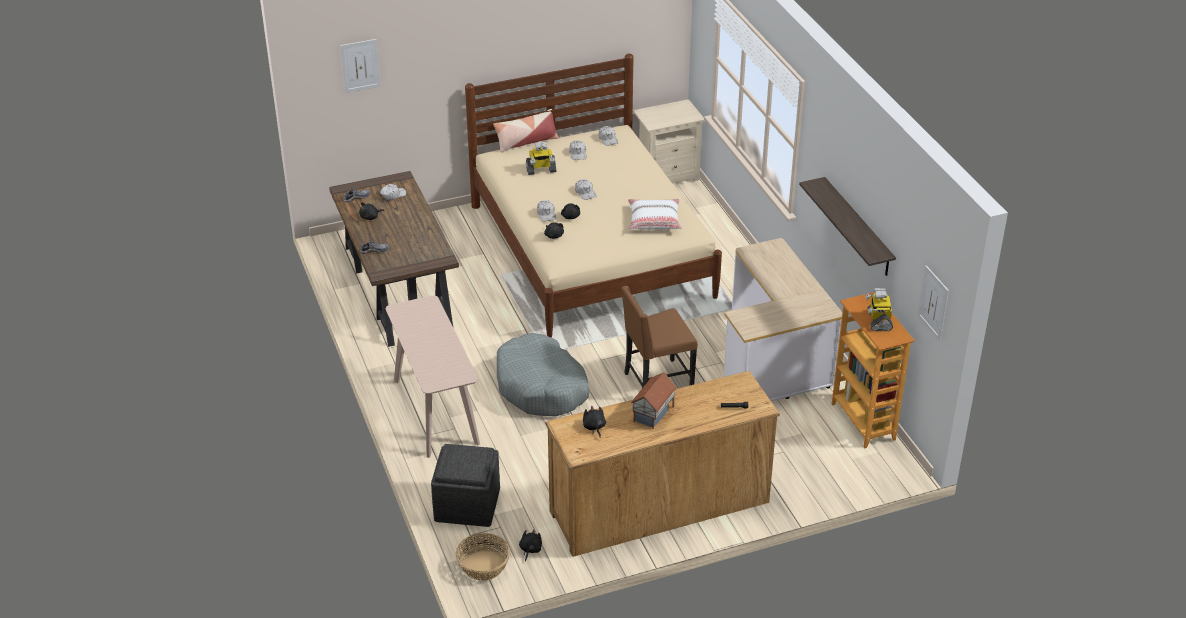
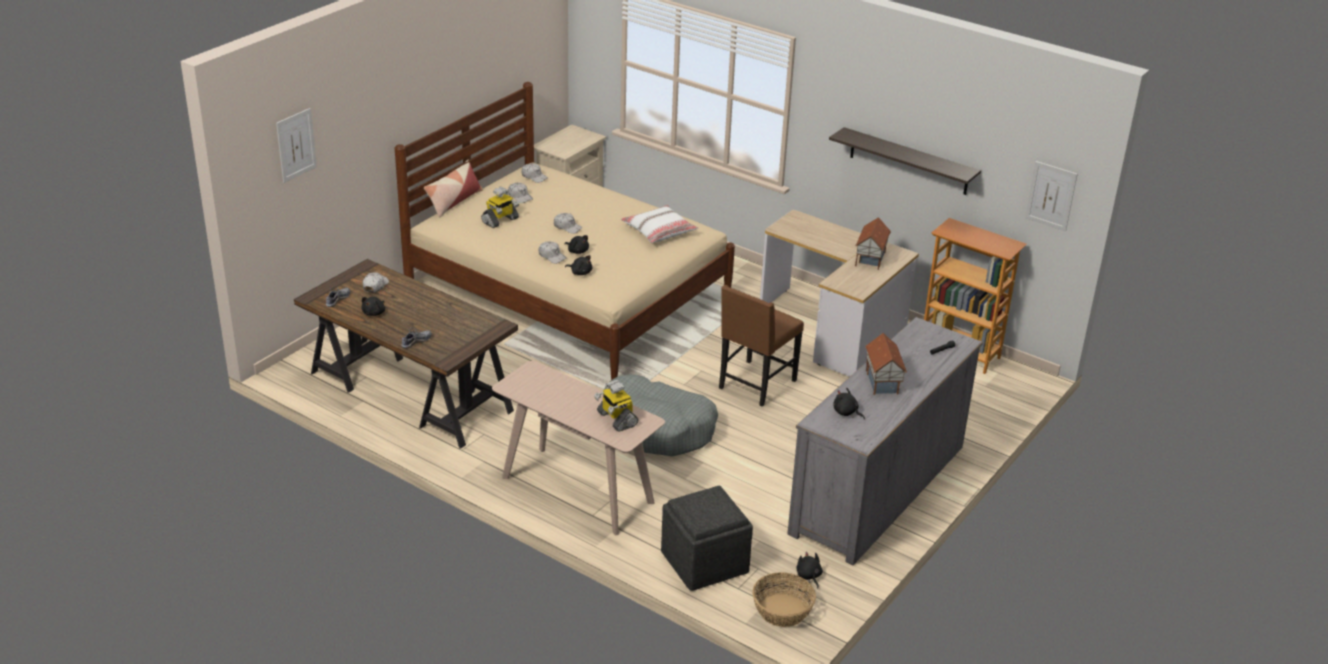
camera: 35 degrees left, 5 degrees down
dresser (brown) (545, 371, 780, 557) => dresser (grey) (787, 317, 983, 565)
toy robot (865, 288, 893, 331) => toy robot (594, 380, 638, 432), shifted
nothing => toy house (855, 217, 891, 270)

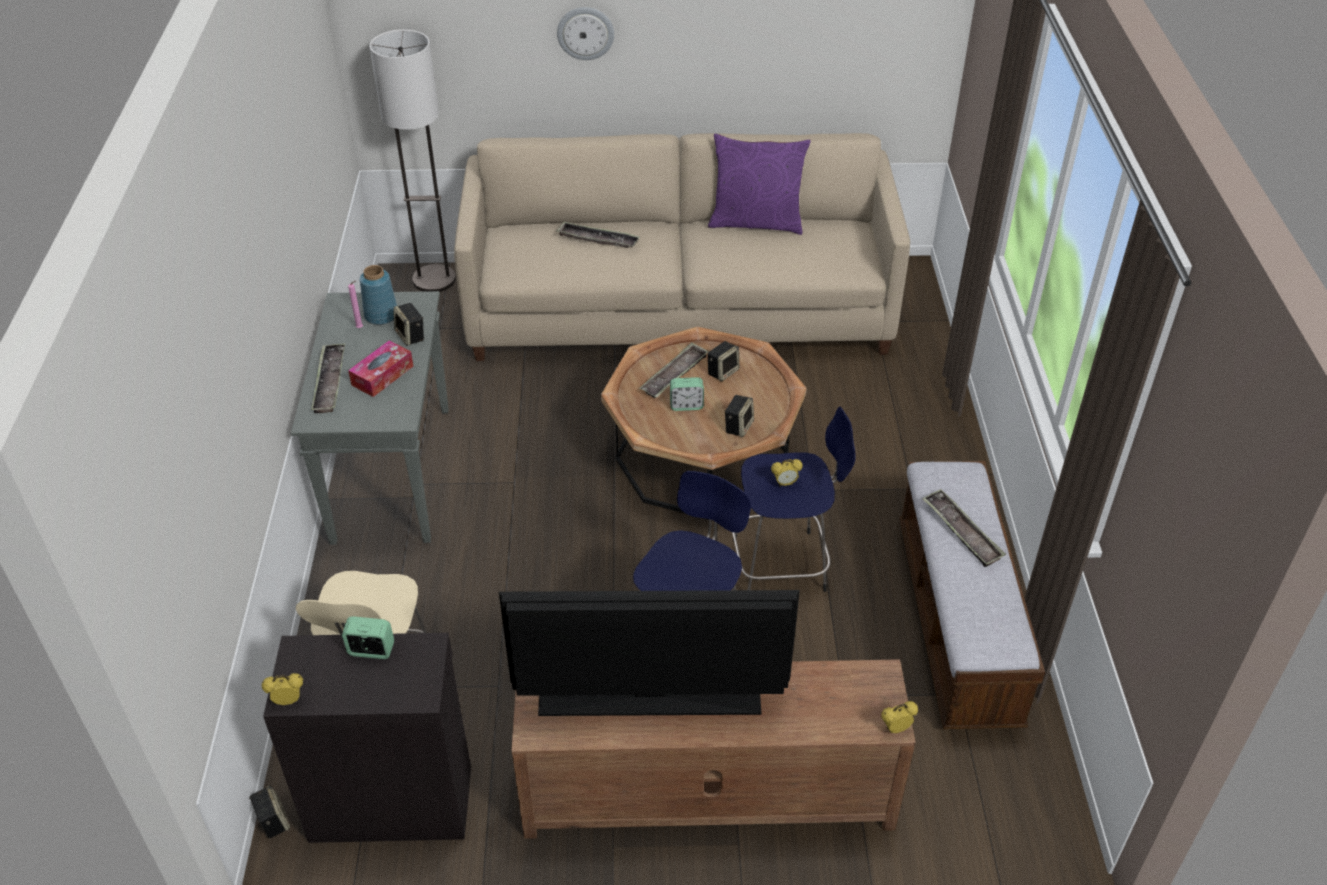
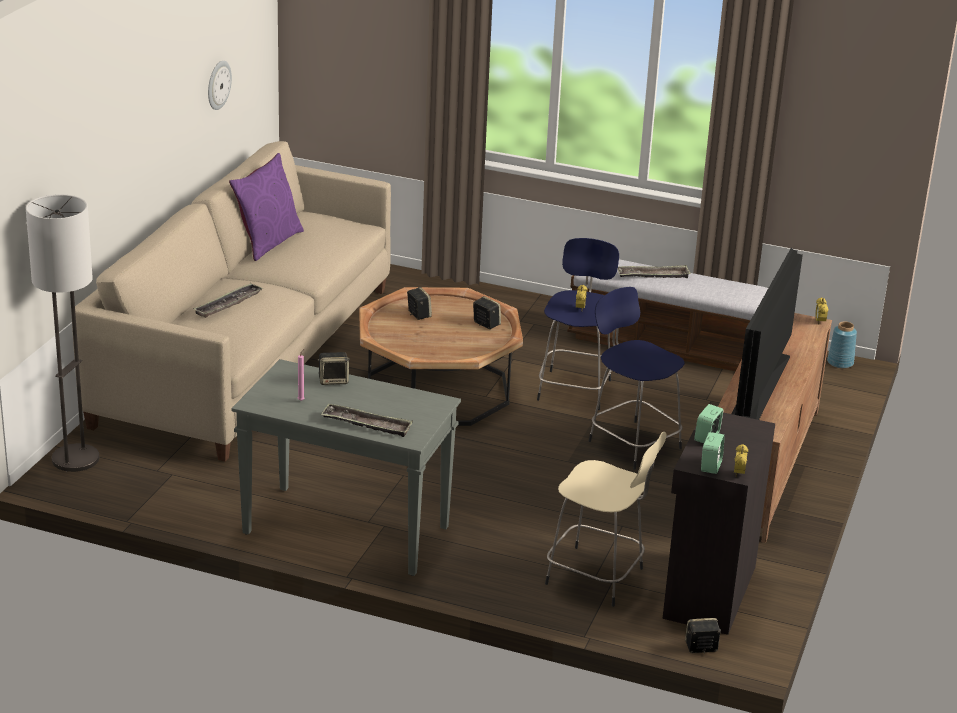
camera: 70 degrees left, 15 degrees down
tissue box (348, 340, 413, 397) => nothing
vase (blue) (360, 265, 397, 325) => vase (blue) (827, 321, 857, 369), shifted
wall clock (557, 7, 614, 60) => wall clock (208, 61, 232, 110), shifted
tray (640, 342, 708, 398) => nothing
alarm clock (670, 377, 704, 411) => alarm clock (701, 432, 725, 474), shifted

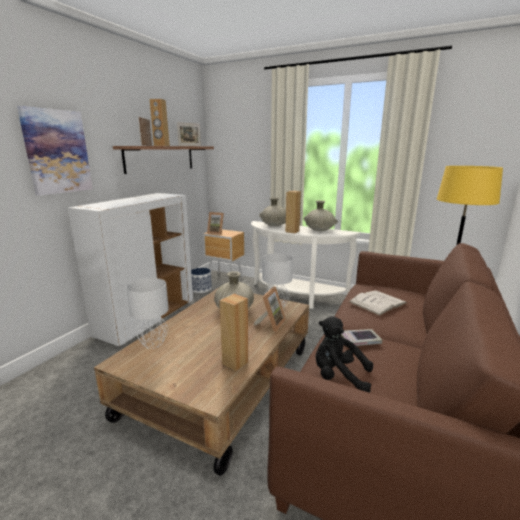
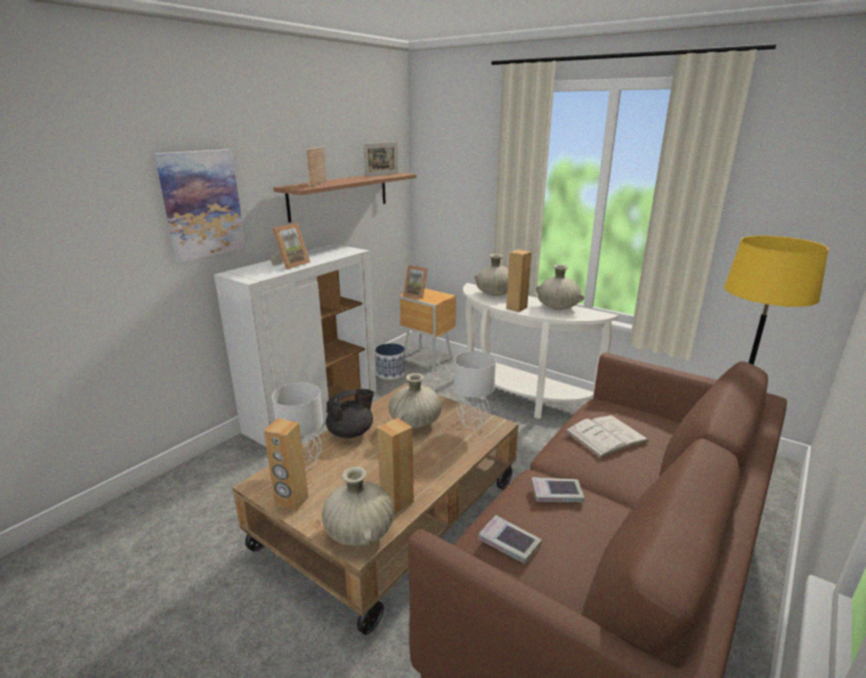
camera: 10 degrees right, 5 degrees up
speaker (brown) (150, 99, 170, 146) => speaker (brown) (264, 418, 309, 511), shifted
picture frame (254, 286, 286, 332) => picture frame (271, 223, 310, 269), shifted
plush toy (black) (315, 316, 373, 393) => book (478, 515, 542, 564)
nothing => vase (beige) (322, 467, 394, 546)
nothing => teapot (black) (326, 389, 374, 438)

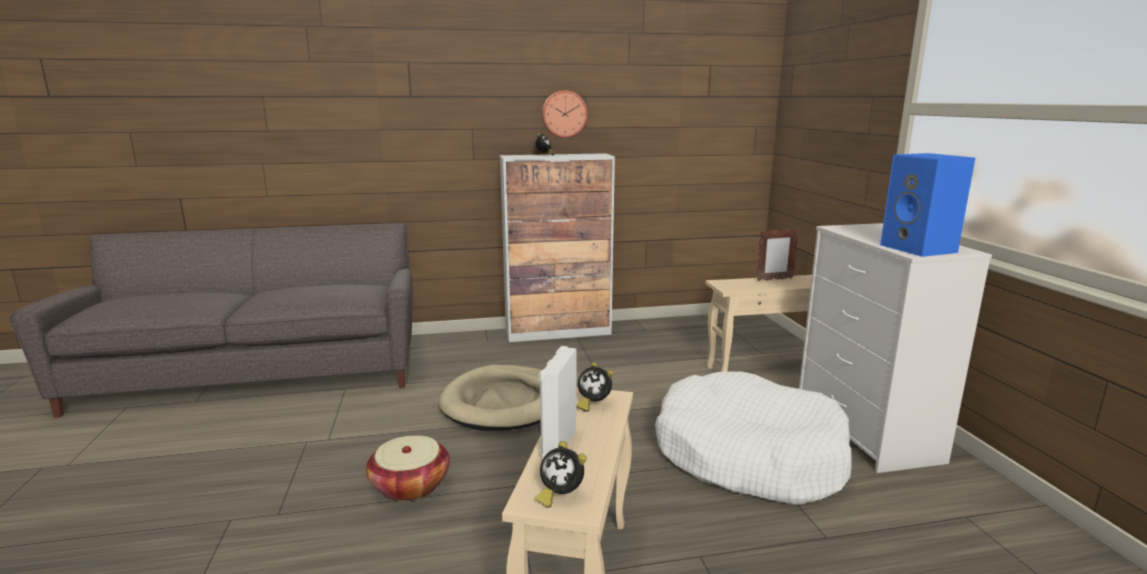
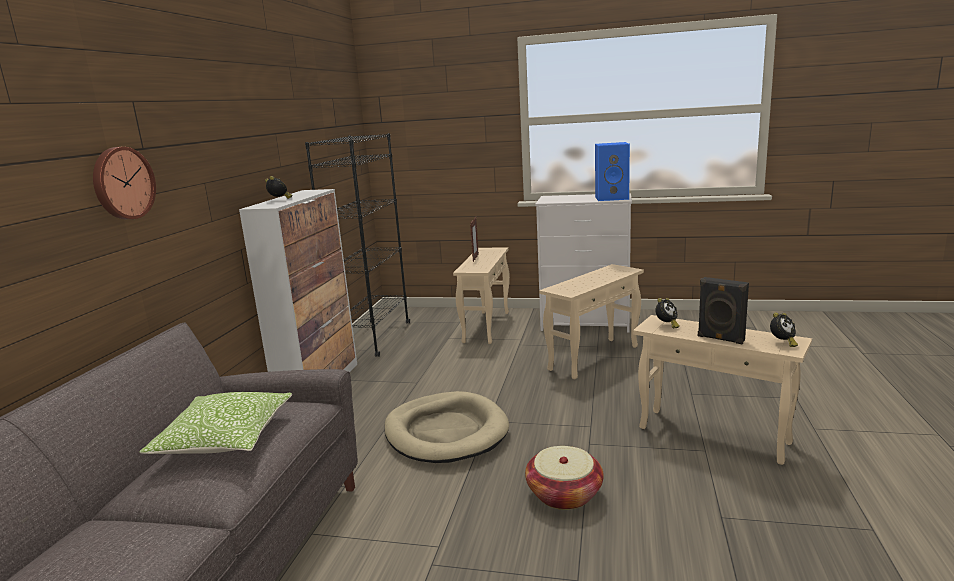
camera: 65 degrees left, 0 degrees up
speaker (white) (539, 346, 576, 460) => speaker (black) (698, 277, 749, 344)
wall clock (542, 90, 588, 138) => wall clock (93, 147, 156, 219), shifted
dog bed (white) (655, 371, 851, 505) => side table (beige) (539, 264, 644, 380)
nothing => pillow (139, 392, 292, 454)
nothing => bookcase (black) (305, 133, 410, 357)

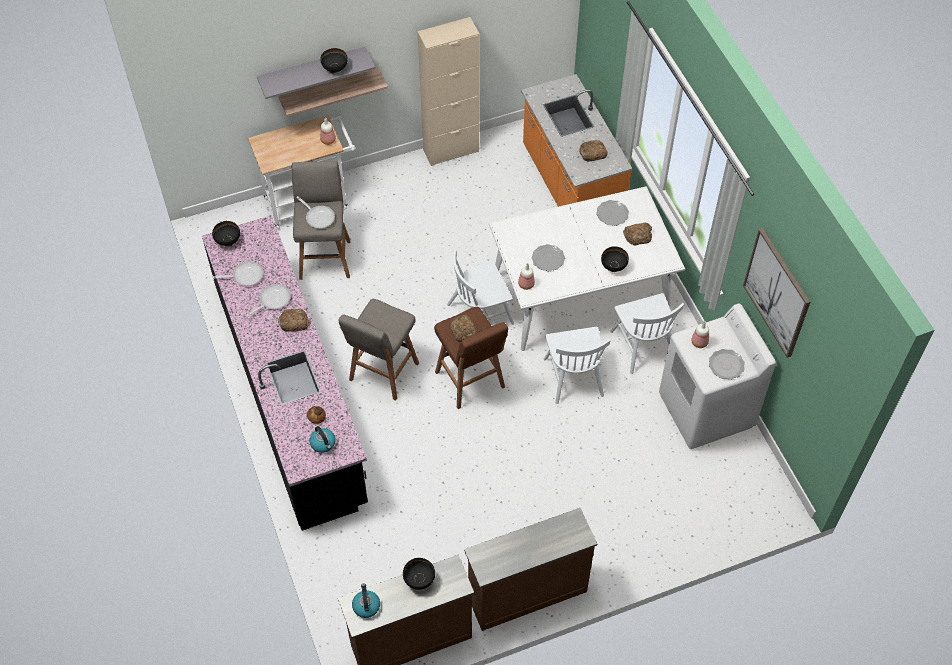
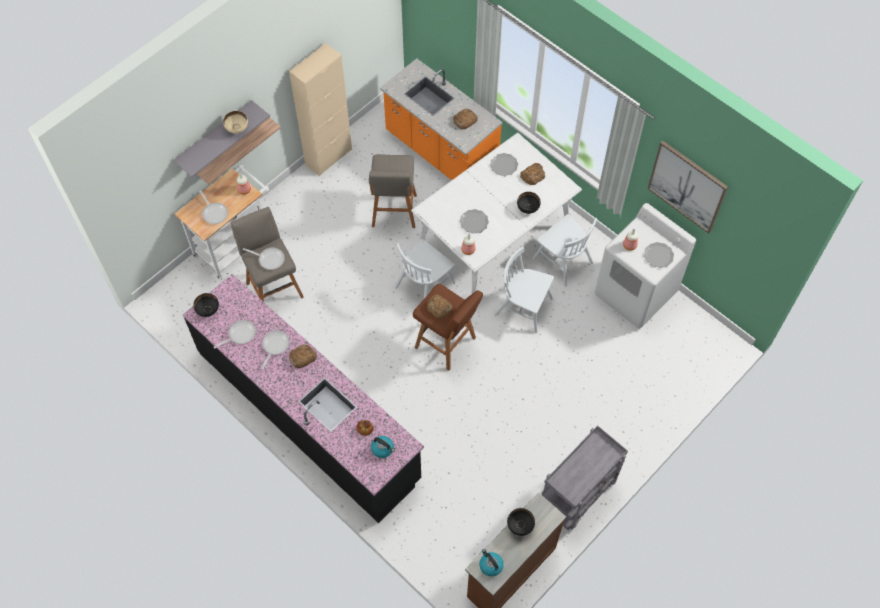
camera: 25 degrees left, 5 degrees up
bowl (black) (320, 48, 348, 74) => bowl (beige) (223, 111, 248, 134)
stool (grey) (339, 299, 419, 401) => stool (grey) (369, 154, 417, 228), shifted
dresser (brown) (464, 508, 597, 631) => cart (grey) (542, 425, 628, 530)
chair (white) (544, 327, 610, 404) => chair (white) (494, 247, 554, 333), 150 degrees clockwise
nothing => frying pan (199, 191, 228, 224)

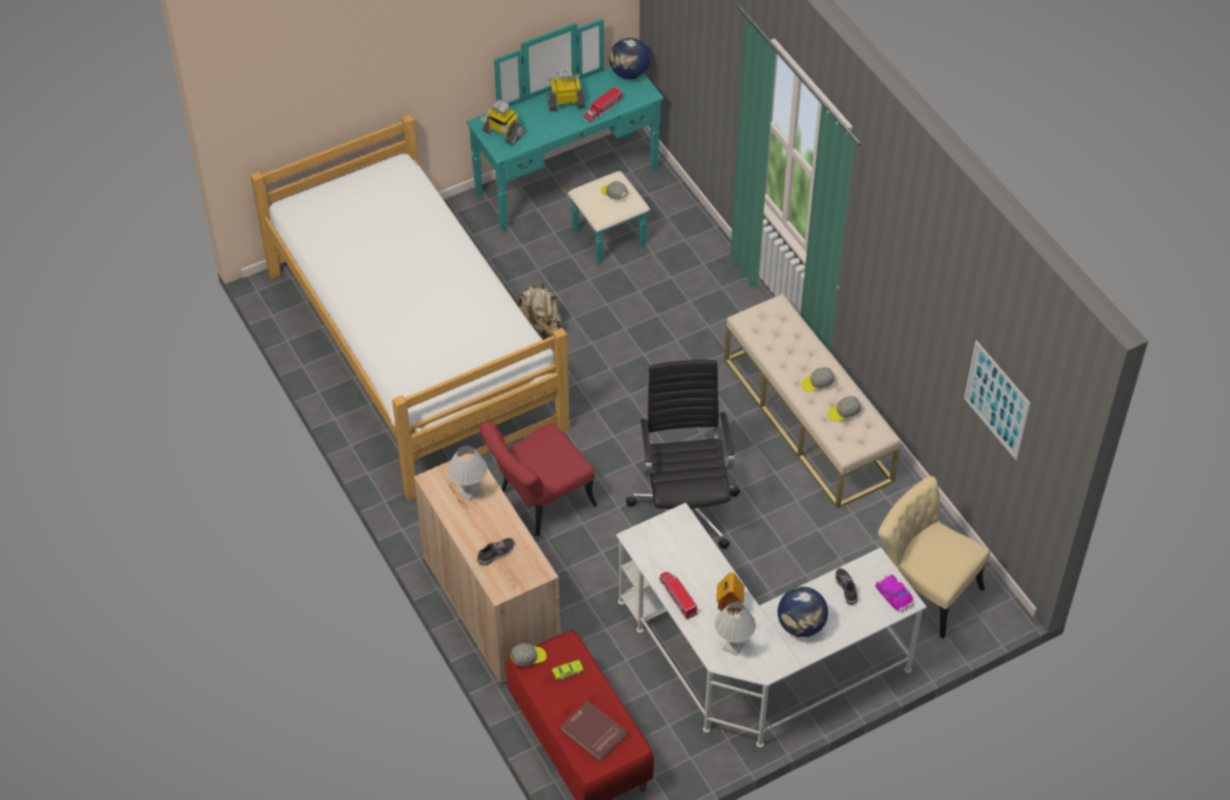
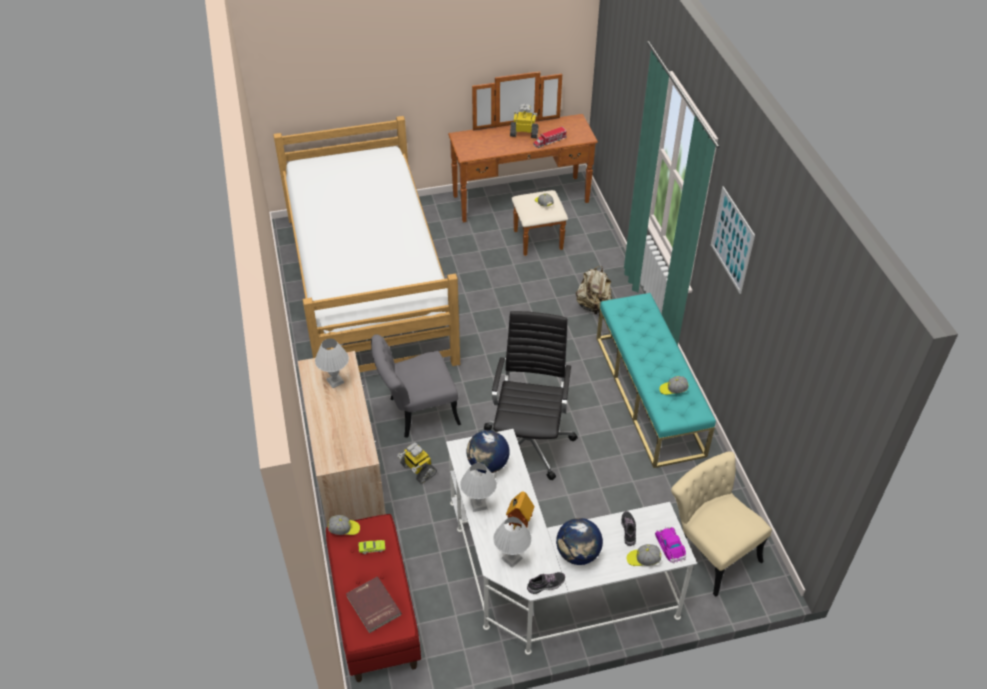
camera: 15 degrees right, 5 degrees down
dresser (turquoise) (467, 18, 663, 265) => dresser (brown) (448, 71, 598, 256)
shoe (477, 538, 514, 565) => shoe (527, 572, 565, 594), shifted
chair (red) (479, 421, 598, 536) => chair (grey) (371, 334, 461, 438)
toy robot (481, 100, 525, 145) => toy robot (397, 442, 437, 484), shifted
backpack (beige) (517, 282, 562, 340) => backpack (beige) (576, 266, 613, 314), shifted
globe (609, 38, 650, 80) => globe (467, 430, 510, 473), shifted
toy truck (659, 572, 697, 620) => table lamp (white) (460, 463, 497, 512)
bench (beige) (724, 294, 901, 509) => bench (turquoise) (597, 293, 716, 468)
cap (801, 367, 835, 392) => cap (627, 544, 661, 566), shifted
picture (964, 340, 1031, 461) => picture (711, 186, 755, 294), shifted

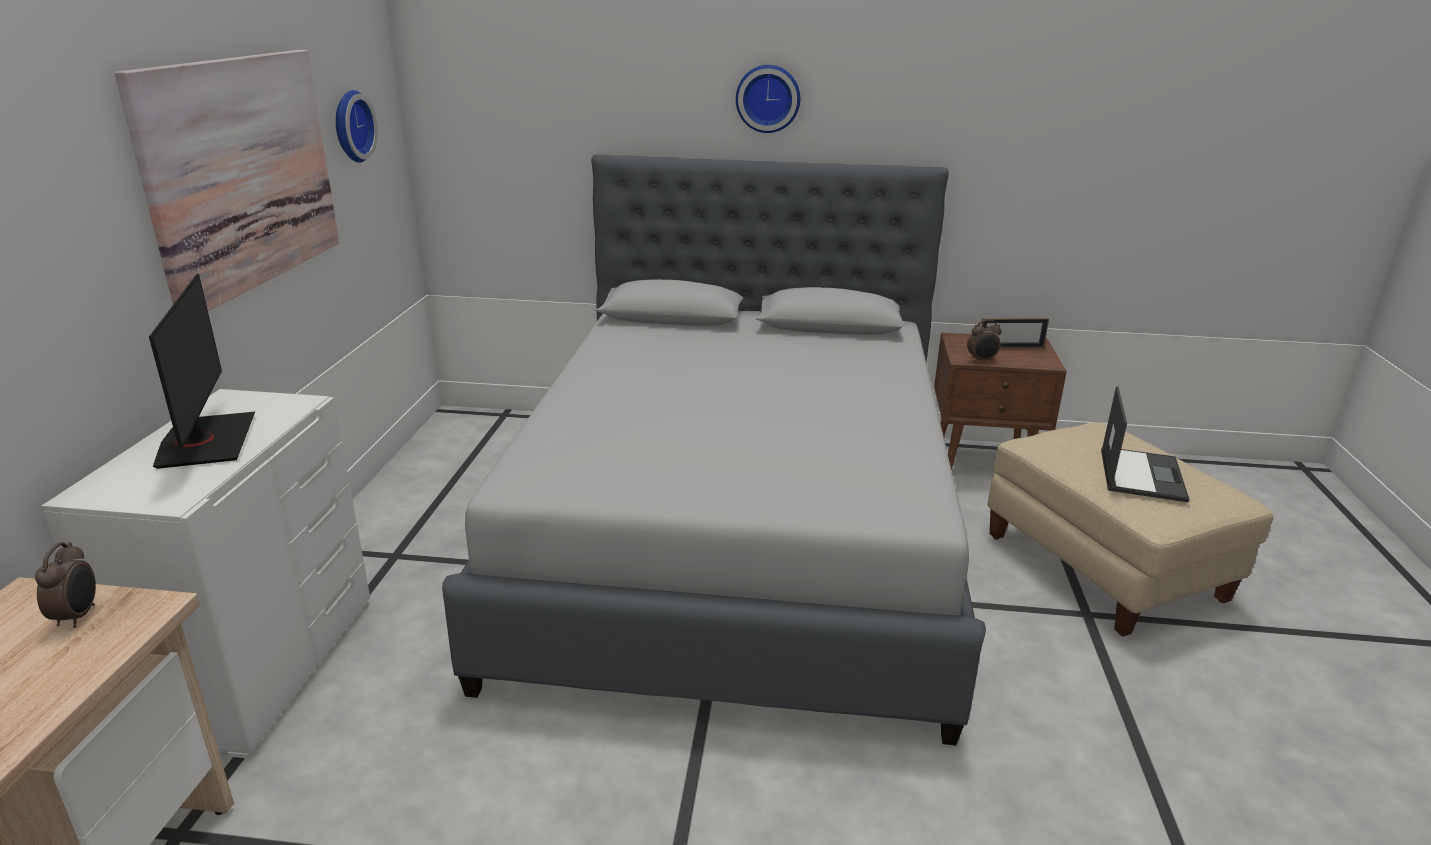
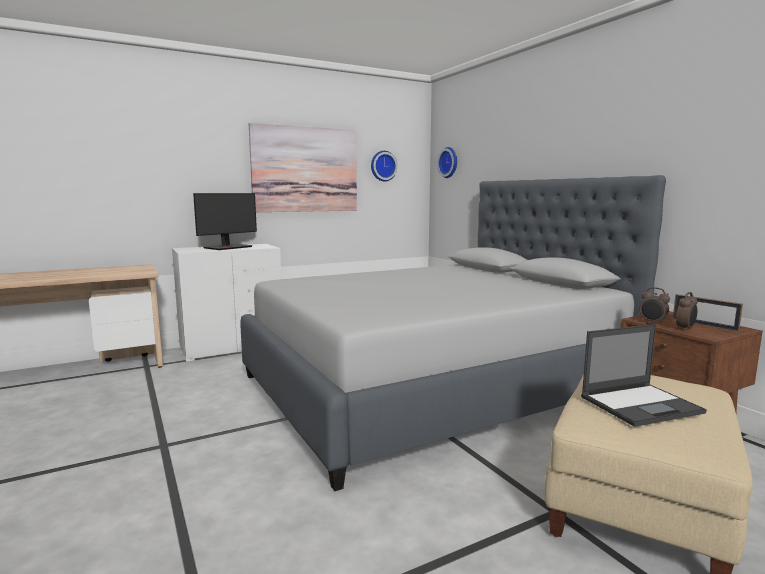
camera: 55 degrees right, 15 degrees down
alarm clock (35, 542, 96, 628) => alarm clock (676, 292, 697, 331), shifted
wall clock (736, 65, 800, 133) => wall clock (437, 147, 457, 178), shifted

